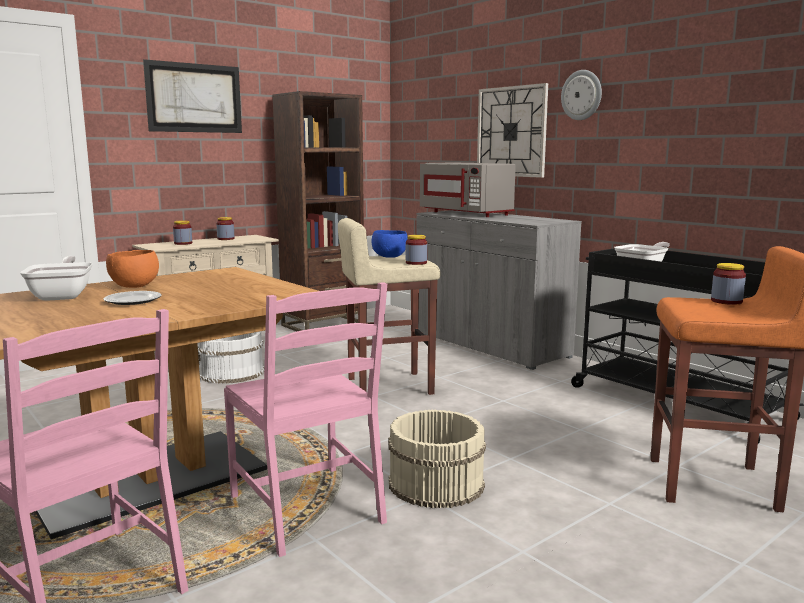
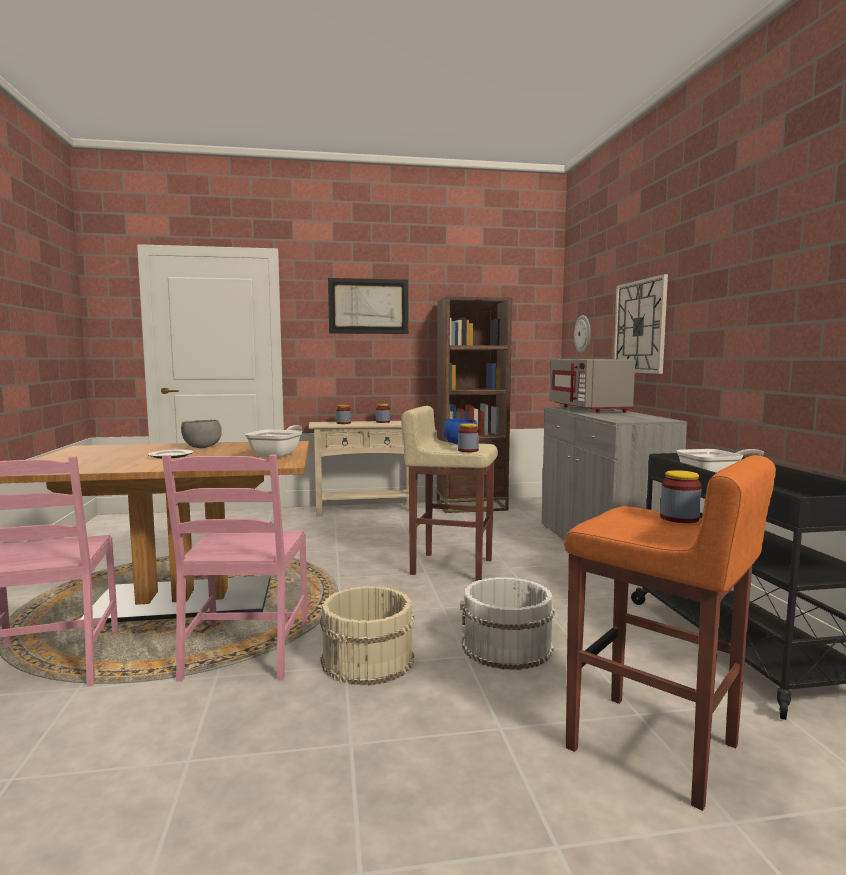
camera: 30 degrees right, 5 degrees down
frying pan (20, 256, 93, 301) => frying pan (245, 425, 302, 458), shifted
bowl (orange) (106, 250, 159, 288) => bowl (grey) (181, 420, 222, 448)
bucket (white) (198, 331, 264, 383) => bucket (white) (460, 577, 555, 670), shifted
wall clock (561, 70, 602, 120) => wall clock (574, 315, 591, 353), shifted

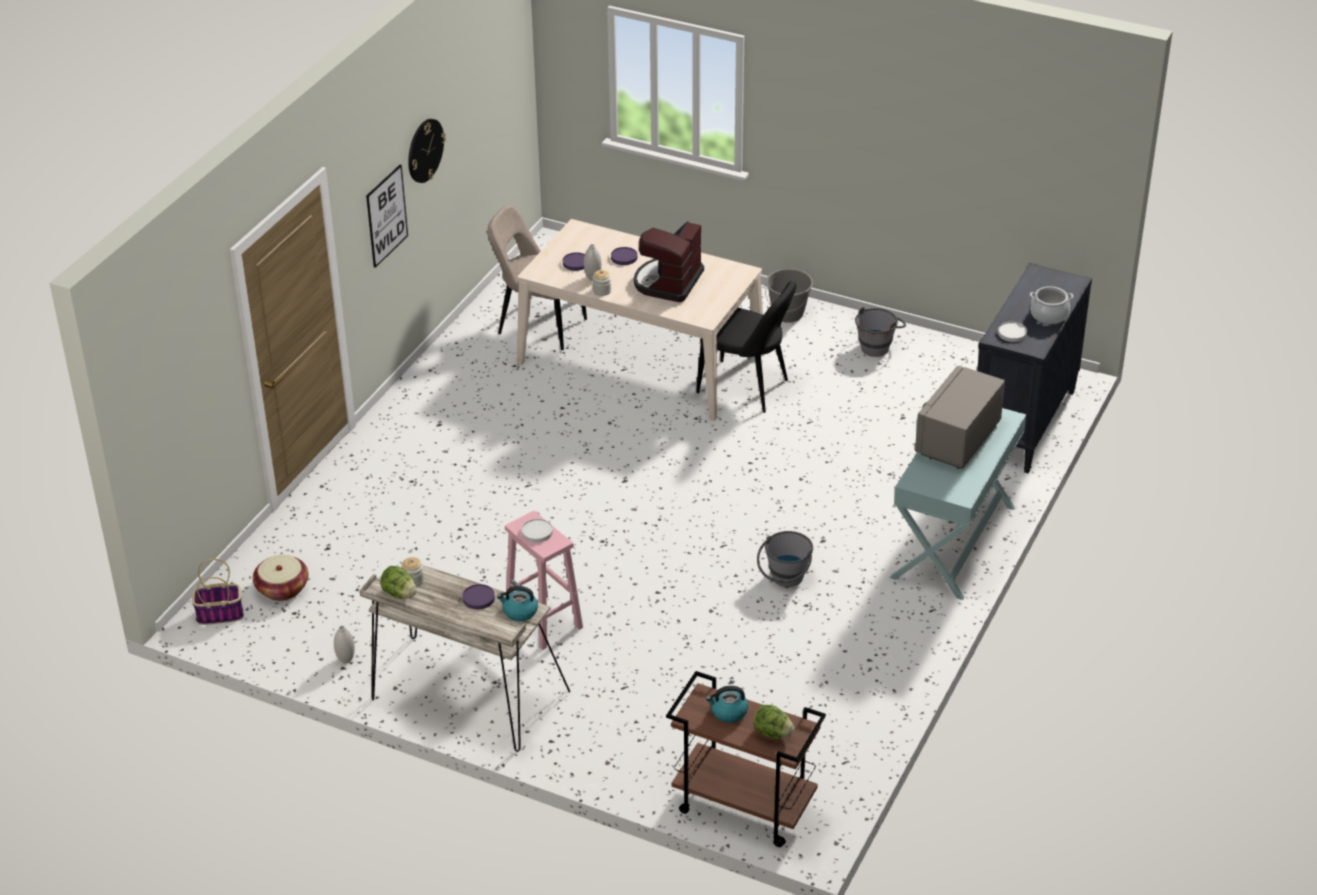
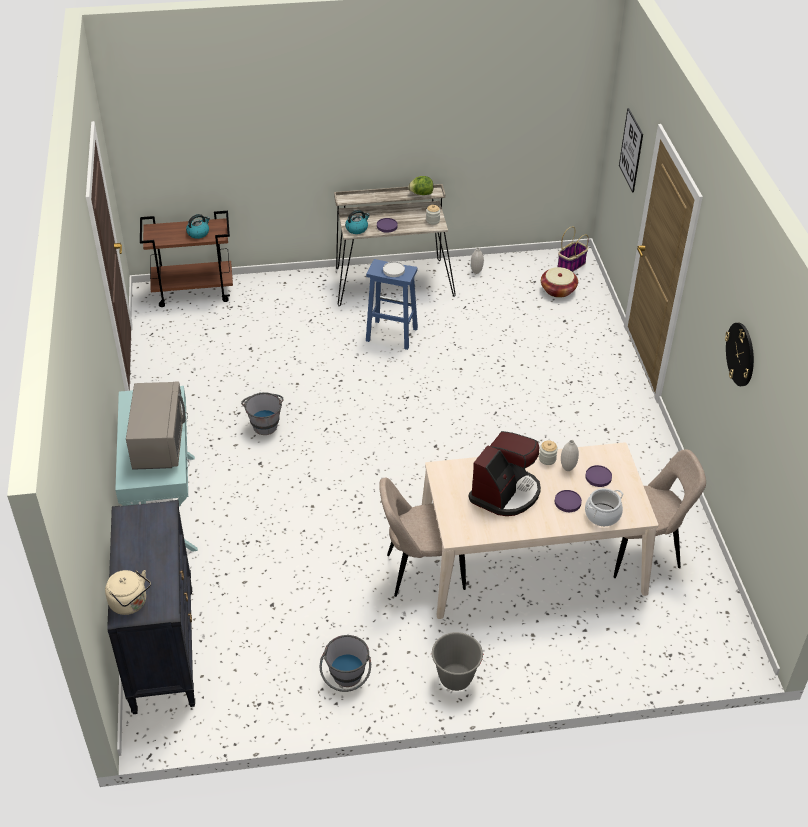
camera: 145 degrees right, 5 degrees up
picture (366, 165, 408, 268) => picture (619, 108, 643, 193), shifted
stool (pink) (505, 511, 583, 650) => stool (blue) (366, 259, 418, 350)
coffee machine (634, 221, 704, 302) => coffee machine (469, 431, 541, 516), 45 degrees clockwise
chair (black) (696, 281, 797, 413) => chair (beige) (379, 478, 466, 597)
lettuce (754, 705, 795, 739) => nothing
plate (white) (998, 322, 1027, 342) => nothing
cooking pot (1030, 286, 1073, 324) => cooking pot (585, 488, 624, 526), shifted
nothing => kettle (beige) (105, 570, 151, 615)

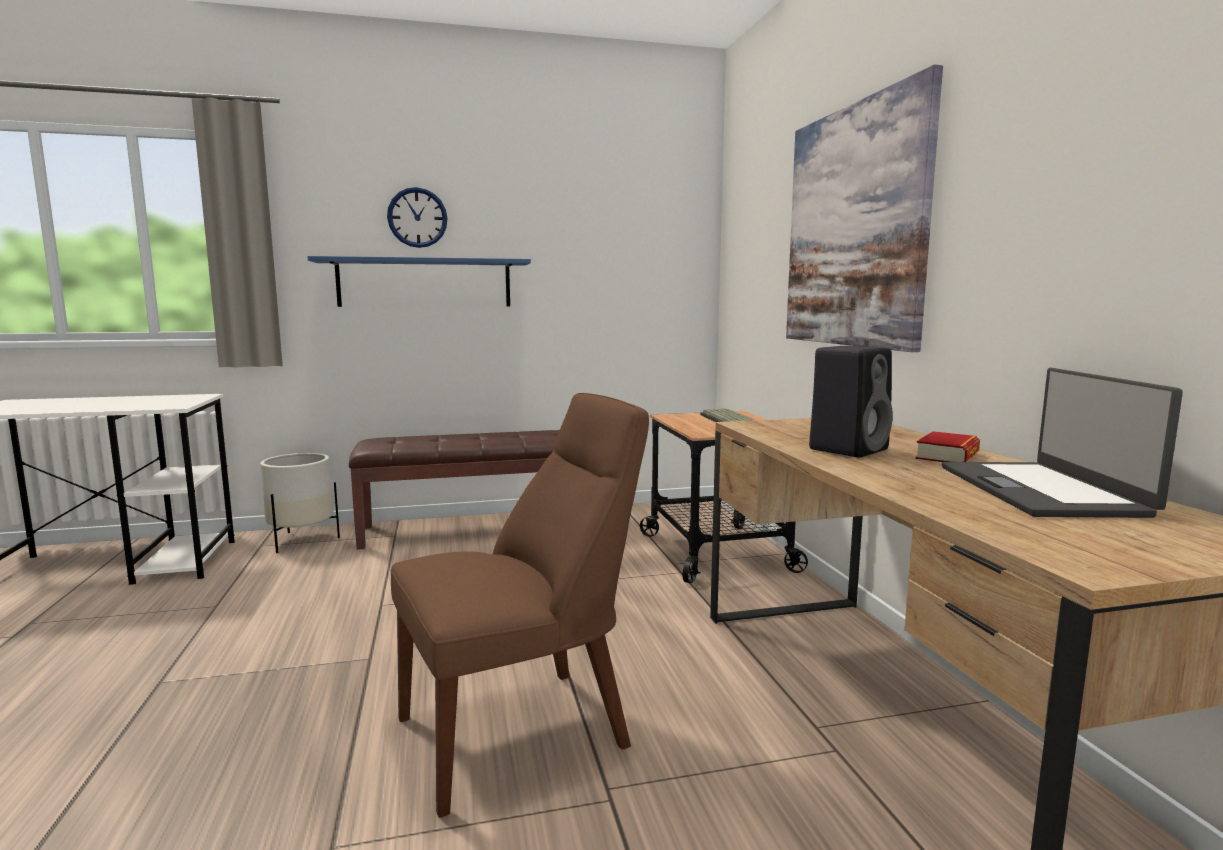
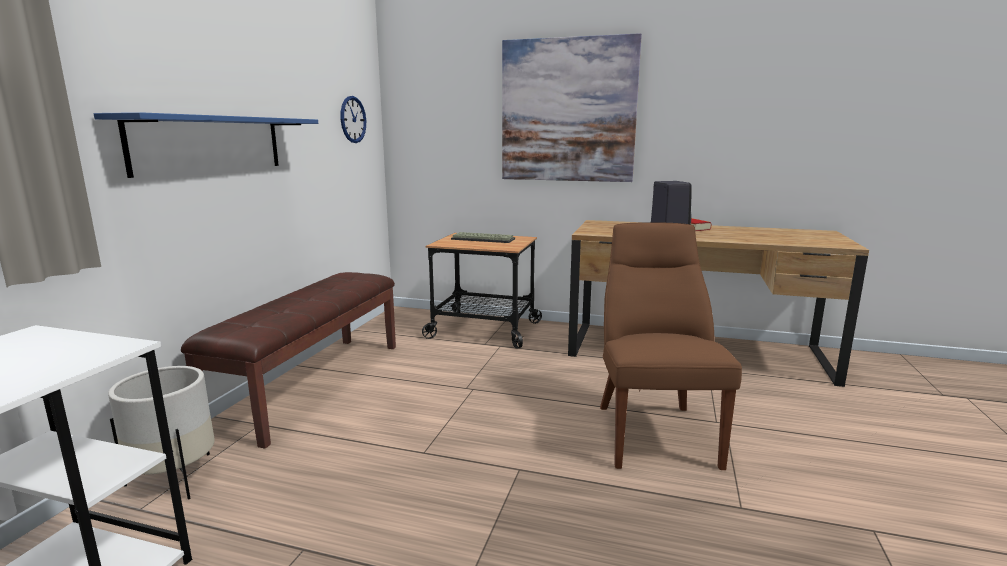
camera: 60 degrees left, 5 degrees up
wall clock (387, 187, 448, 248) => wall clock (340, 96, 366, 143), shifted
laptop (942, 368, 1183, 518) => nothing

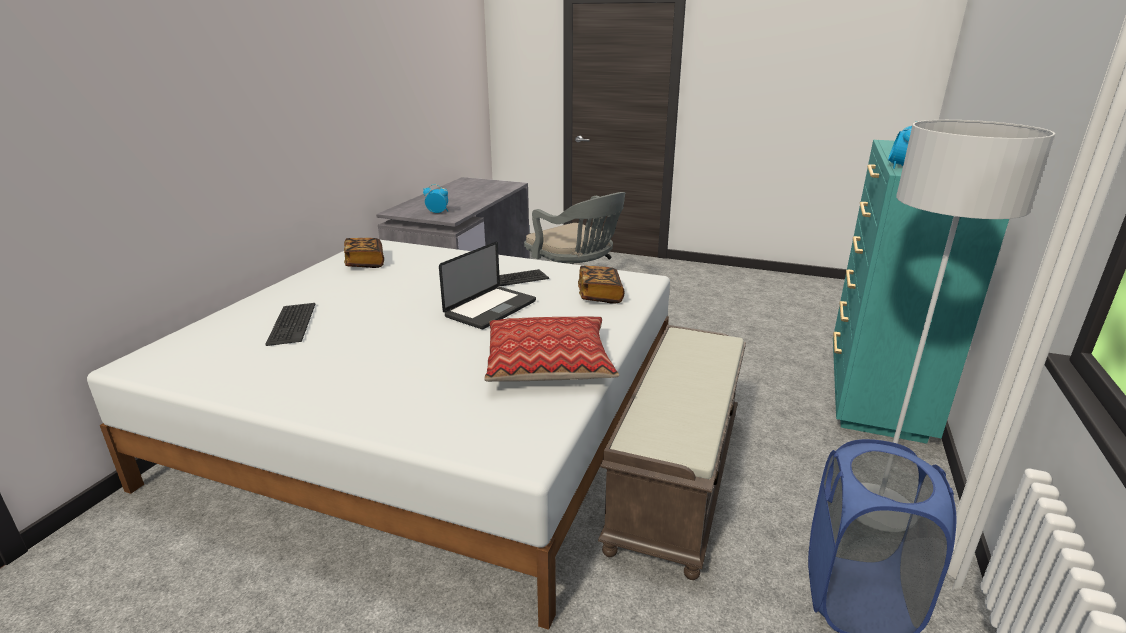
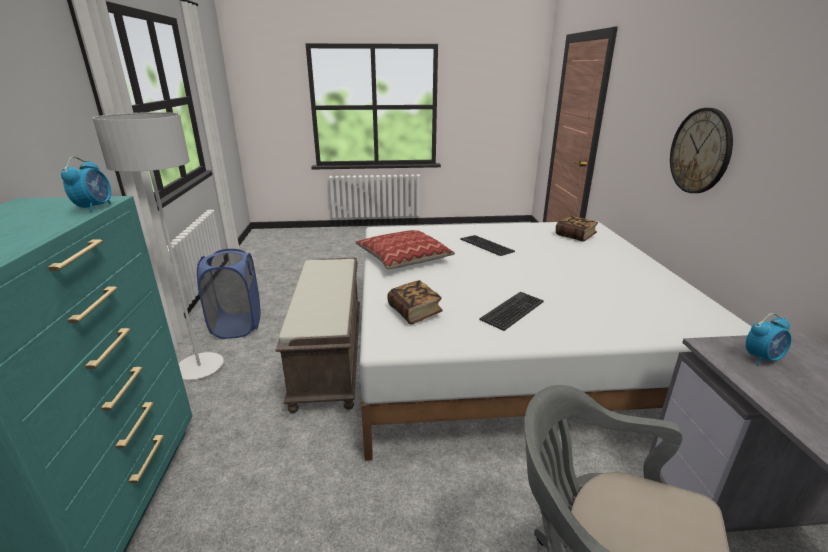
camera: 155 degrees right, 0 degrees up
keyboard (265, 303, 315, 346) => keyboard (460, 235, 515, 256), shifted
book (344, 238, 384, 268) => book (556, 215, 598, 242), shifted
laptop (439, 242, 536, 329) => nothing
nothing => wall clock (670, 108, 733, 193)

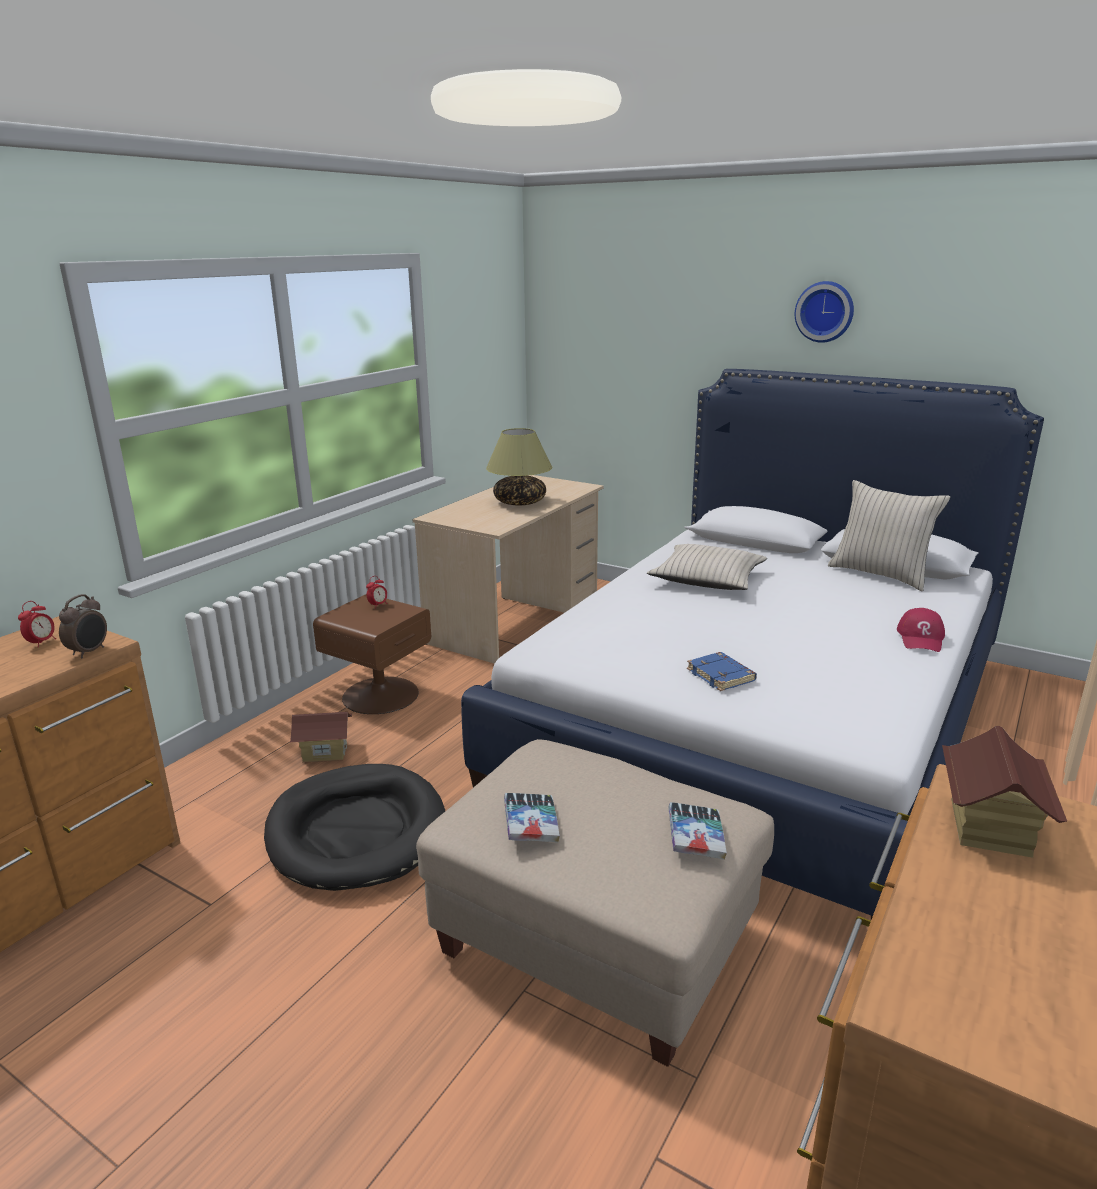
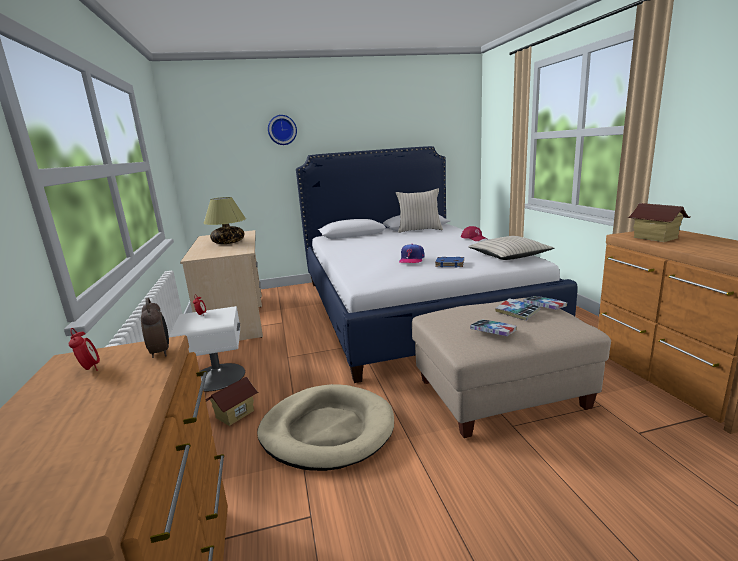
camera: 45 degrees left, 5 degrees down
dog bed (black) (264, 764, 445, 891) => dog bed (beige) (257, 384, 394, 471)
nightstand (brown) (313, 594, 431, 714) => nightstand (white) (170, 306, 245, 392)
pillow (beige) (647, 544, 767, 590) => pillow (beige) (468, 236, 554, 260), shifted
wall clock (795, 281, 854, 343) => wall clock (268, 115, 297, 145), shifted
nothing => cap (399, 244, 425, 263)
nothing => book (495, 298, 540, 321)

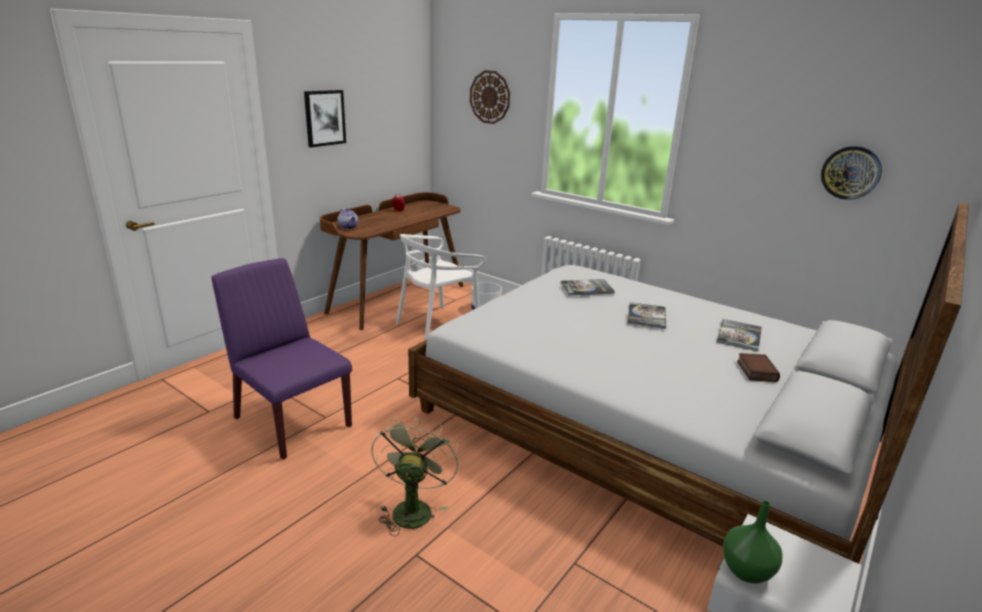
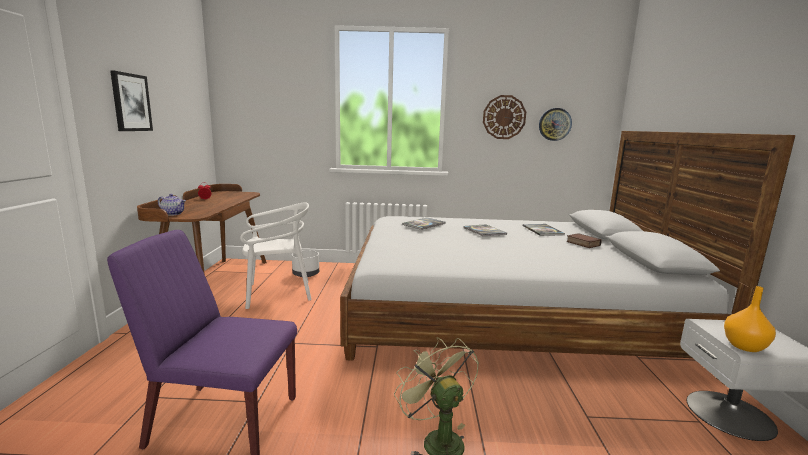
camera: 35 degrees left, 10 degrees down
chair (white) (396, 234, 485, 341) => chair (white) (240, 203, 312, 309), 120 degrees counterclockwise
wall clock (470, 70, 510, 124) => wall clock (483, 95, 526, 139), shifted
vase (green) (723, 500, 782, 583) => vase (orange) (724, 286, 776, 352)

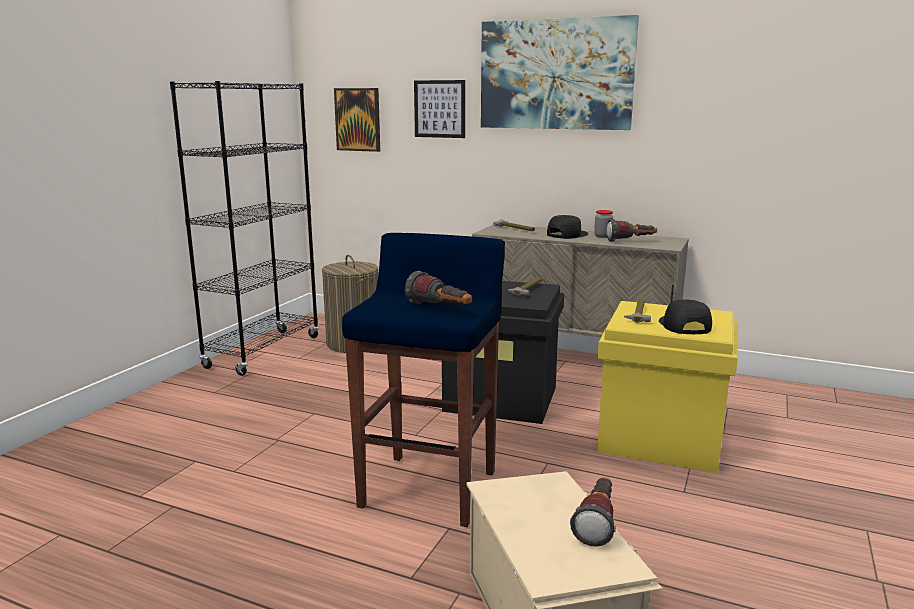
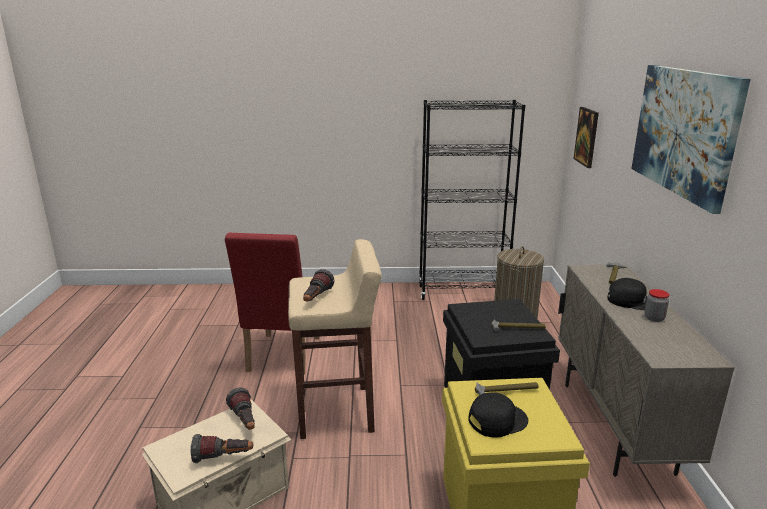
camera: 65 degrees right, 5 degrees up
stool (blue) (342, 233, 505, 527) => stool (beige) (288, 239, 382, 439)
picture (414, 80, 465, 138) => nothing
flashlight (607, 219, 657, 242) => flashlight (226, 387, 255, 430), shifted
nothing => chair (red) (225, 233, 320, 375)

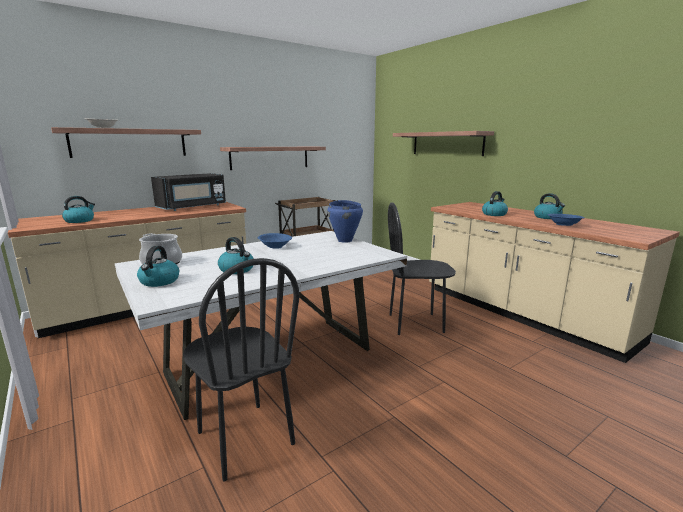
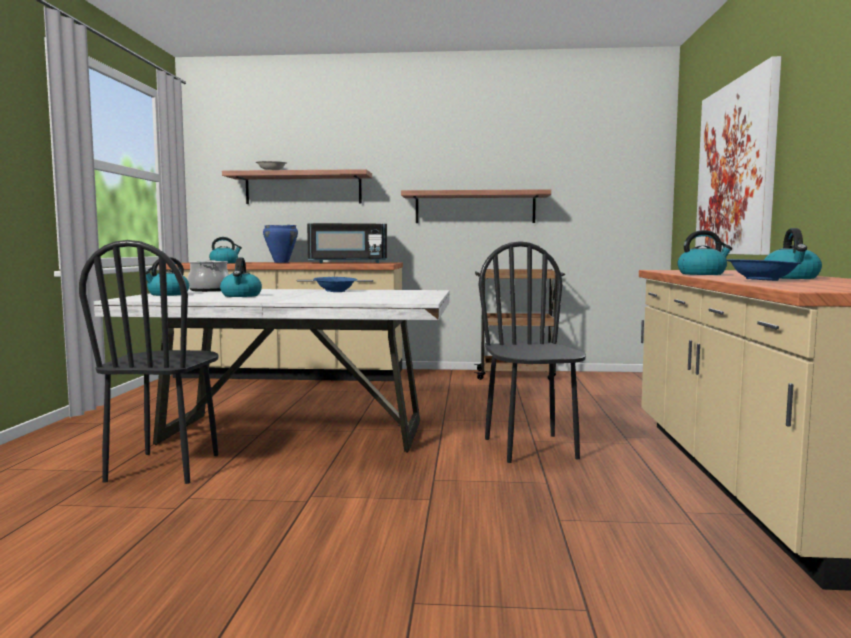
camera: 40 degrees right, 10 degrees down
cooking pot (blue) (327, 200, 363, 243) => cooking pot (blue) (263, 225, 298, 263), shifted
chair (black) (388, 202, 456, 335) => chair (black) (479, 241, 586, 463), 45 degrees clockwise
shelf (393, 131, 494, 156) => picture (695, 56, 781, 255)

